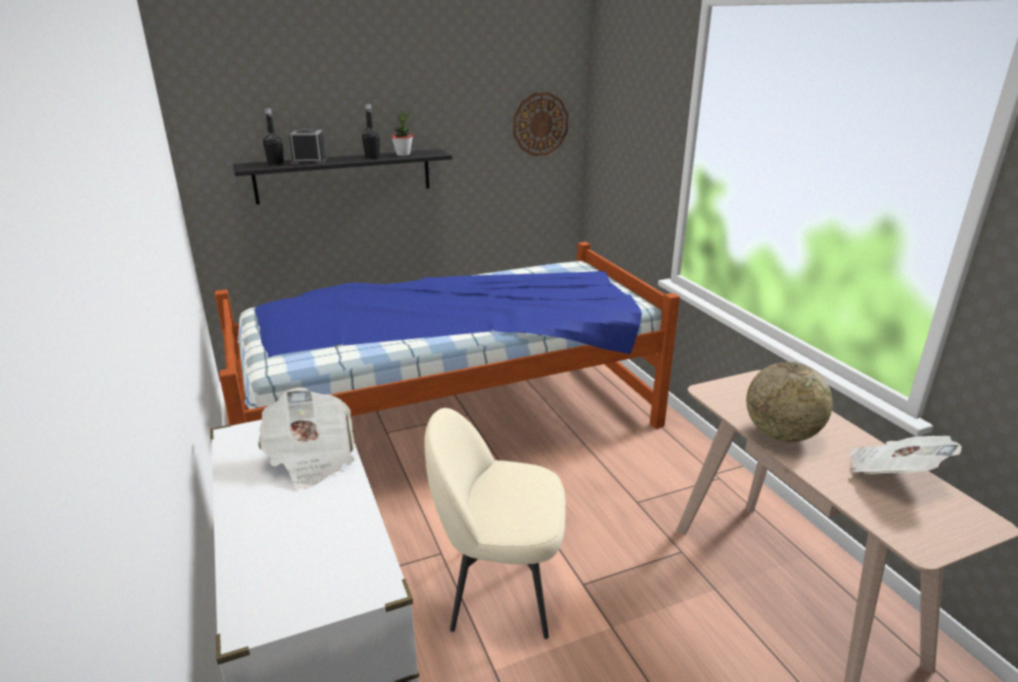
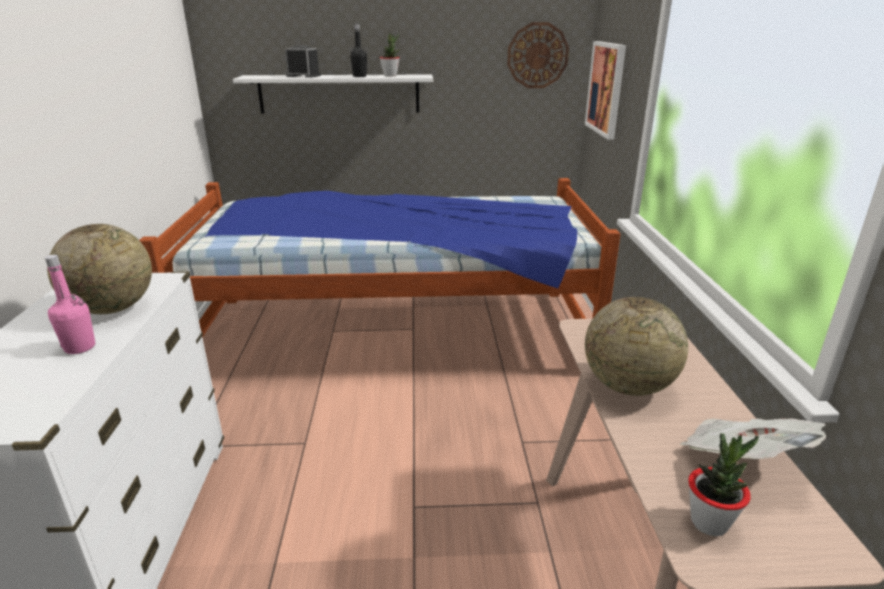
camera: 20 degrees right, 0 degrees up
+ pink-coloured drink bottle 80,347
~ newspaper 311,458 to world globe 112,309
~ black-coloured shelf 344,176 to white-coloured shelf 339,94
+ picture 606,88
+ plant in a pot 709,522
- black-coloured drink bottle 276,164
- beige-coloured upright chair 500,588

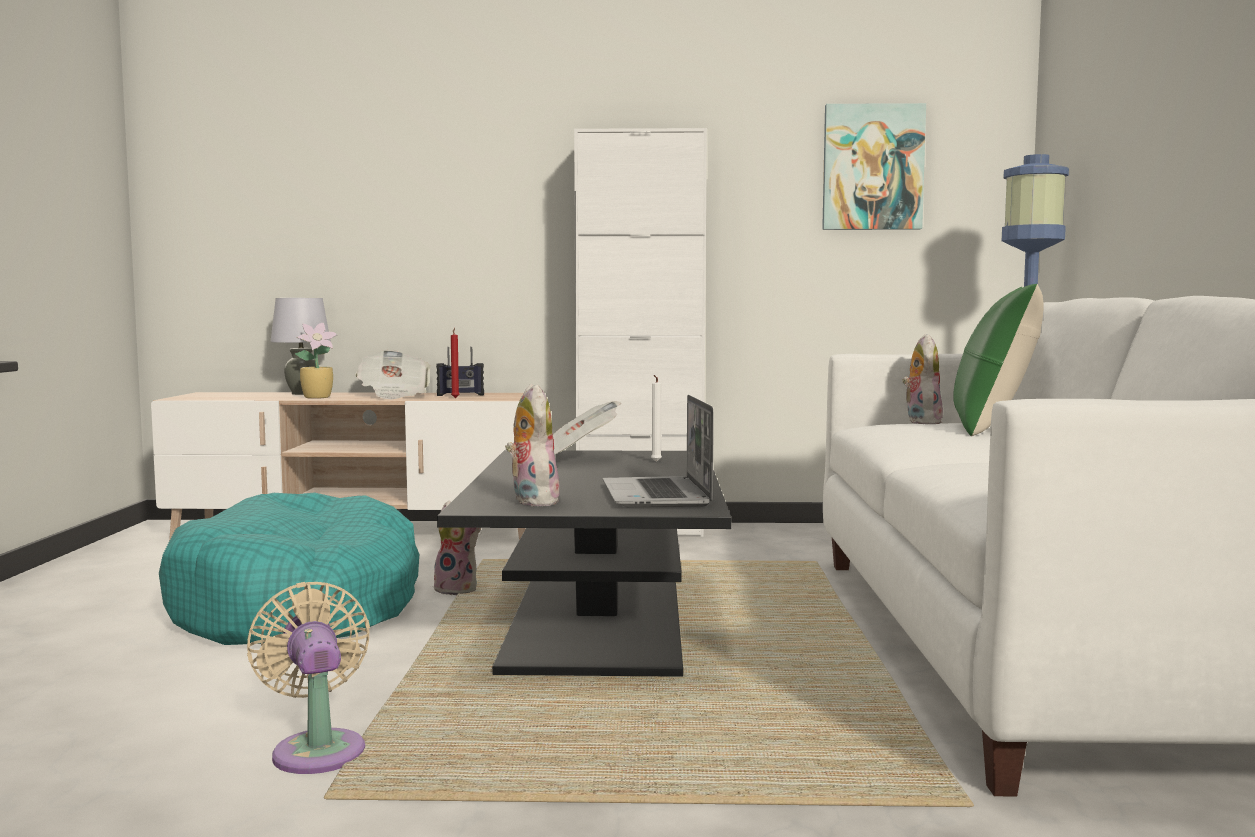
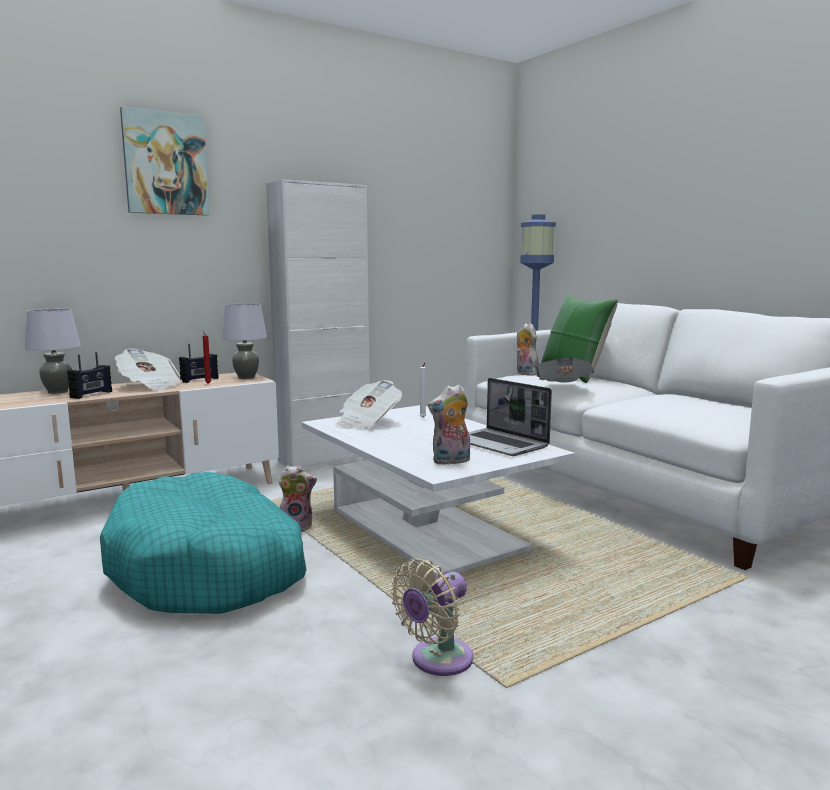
camera: 35 degrees left, 5 degrees up
~ plant in a pot 319,397 to radio 92,395
~ picture 872,167 to 165,164
+ greyish tabletop lamp 246,377
~ black-coloured lounge table 596,624 to white-coloured lounge table 426,529
~ beige-coloured fan 317,749 = 437,660 75 degrees counterclockwise
~ plush toy 531,501 = 451,461 60 degrees counterclockwise
+ newspaper 562,387

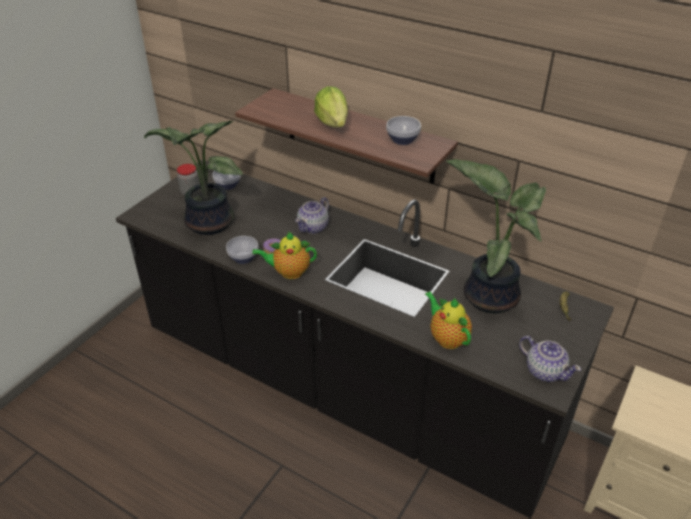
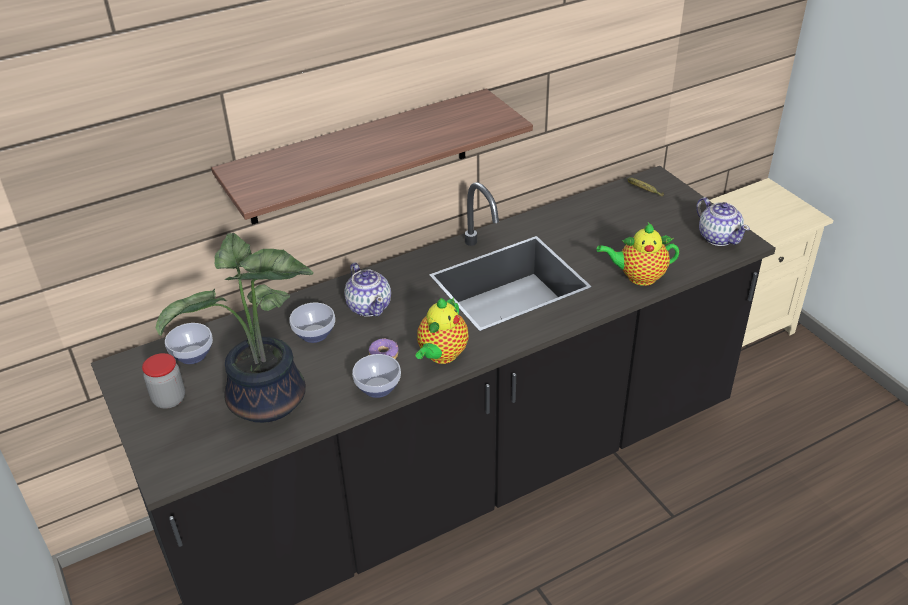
camera: 60 degrees left, 0 degrees up
~ bowl 403,140 to 315,333
~ teapot 544,371 = 718,237 75 degrees clockwise
- lettuce head 333,123
- plant in a pot 489,295

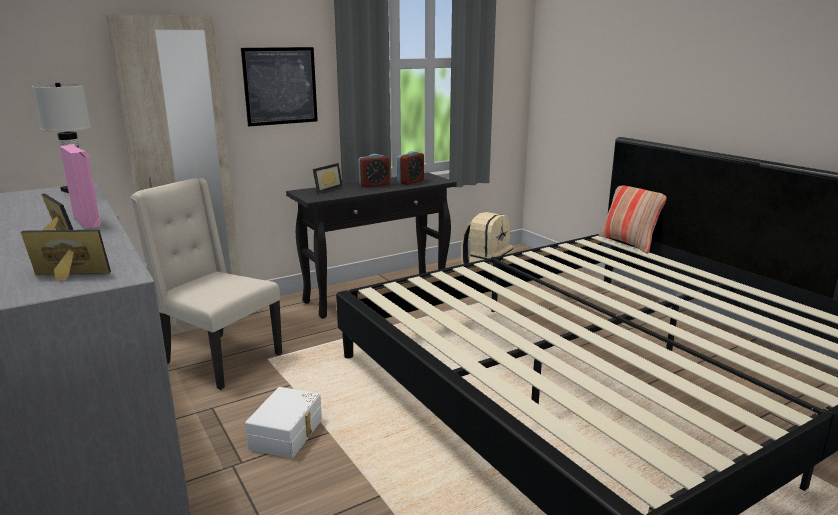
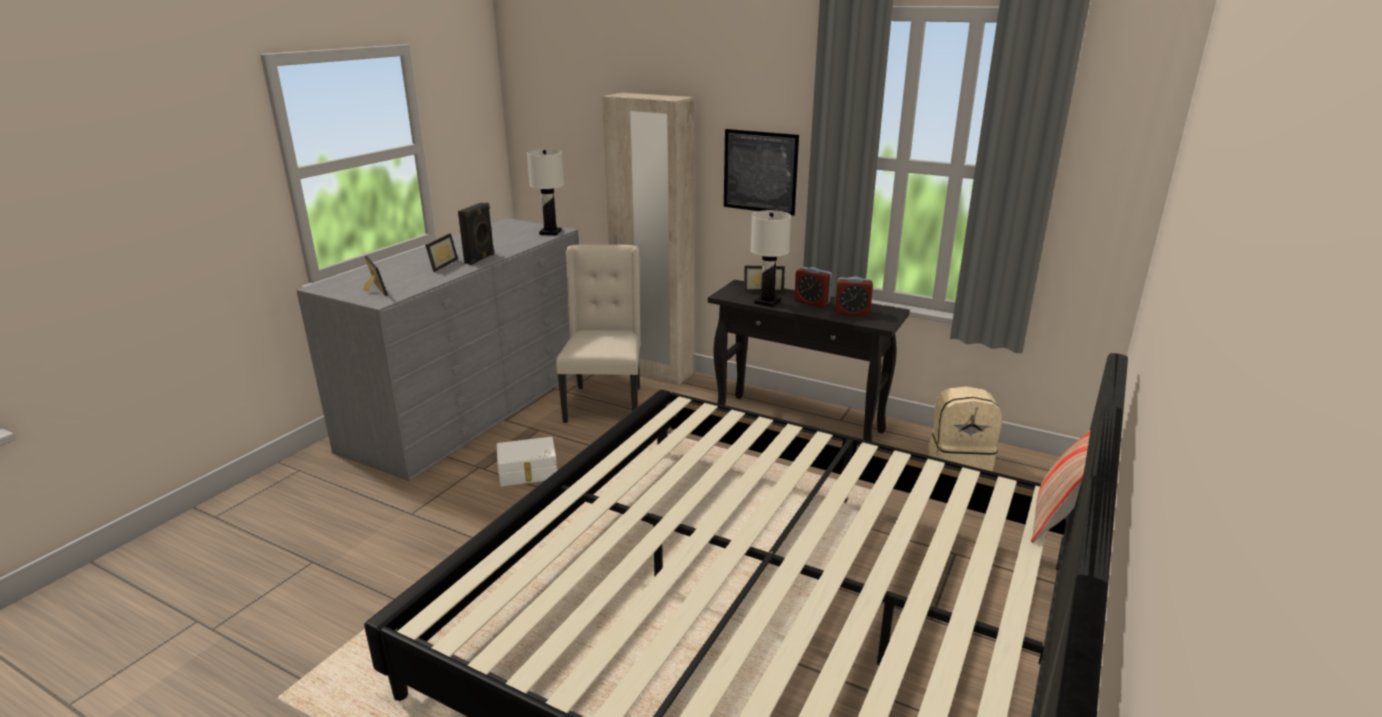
camera: 60 degrees right, 5 degrees up
~ pink-coloured audio speaker 88,221 to black-coloured audio speaker 480,259
+ white-coloured tabletop lamp 767,302

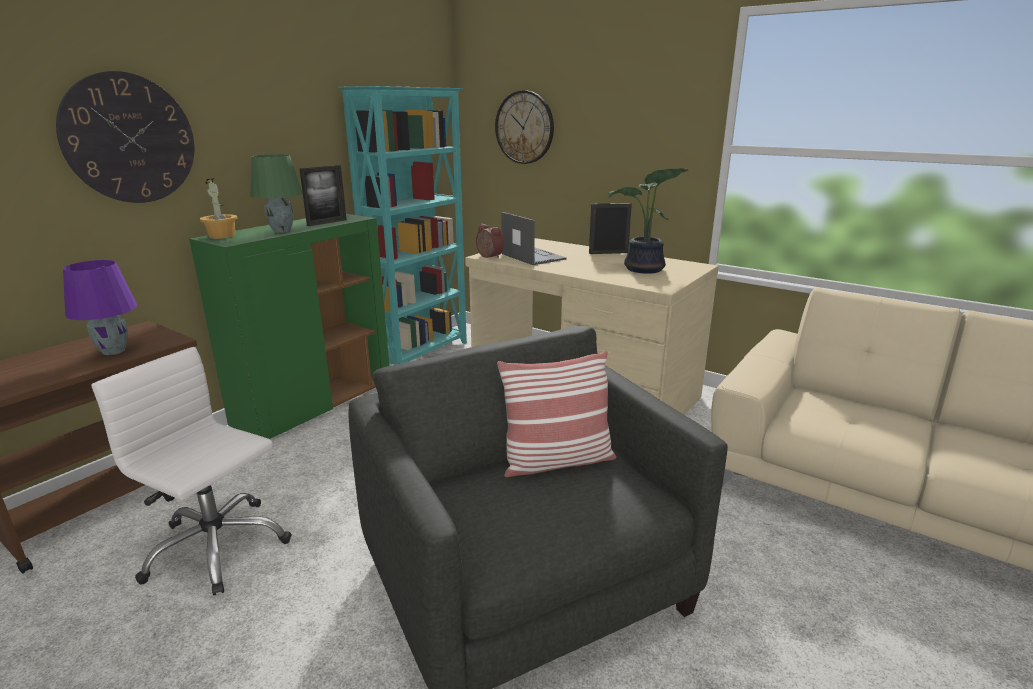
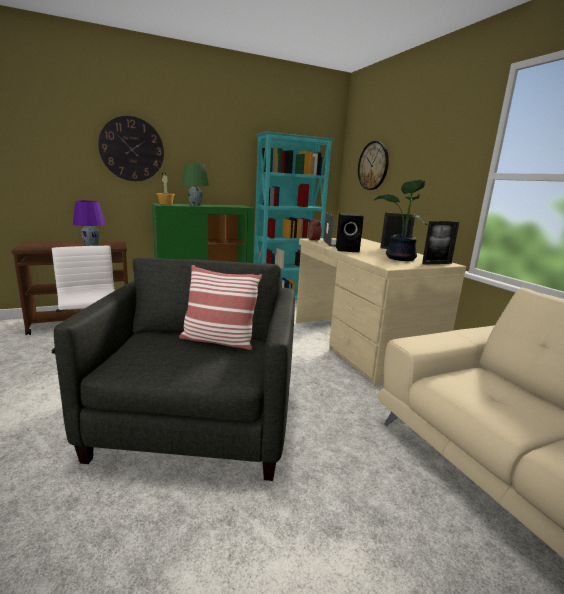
camera: 30 degrees right, 5 degrees down
+ black-coloured audio speaker 348,250
~ standing frame 327,222 to 436,263

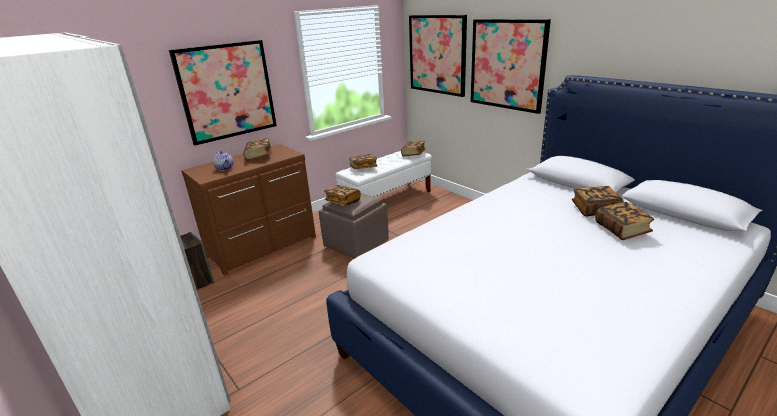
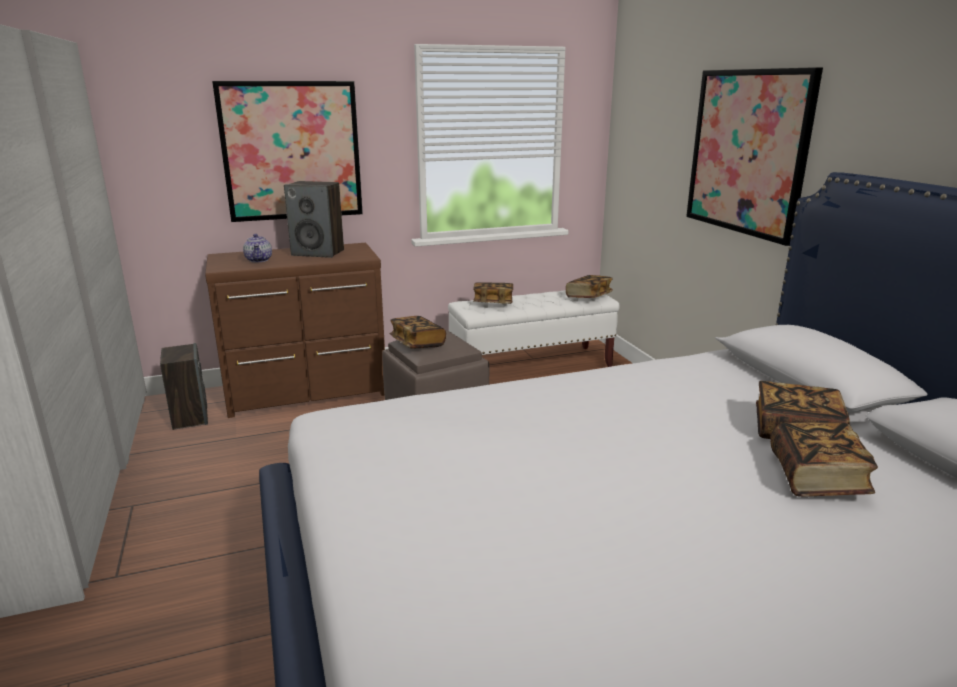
camera: 20 degrees right, 5 degrees down
~ book 259,156 to audio speaker 318,253
- picture 437,54

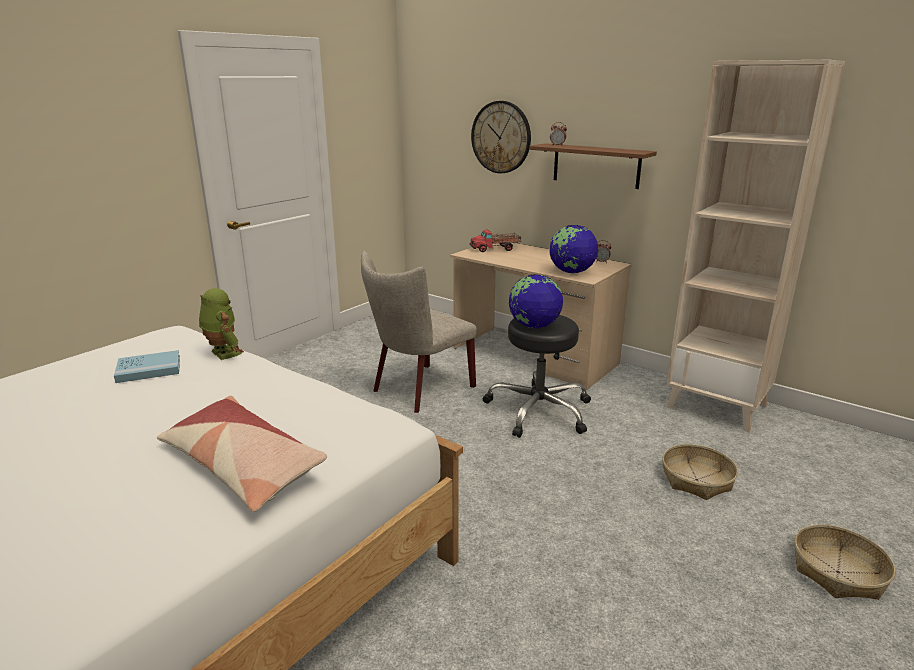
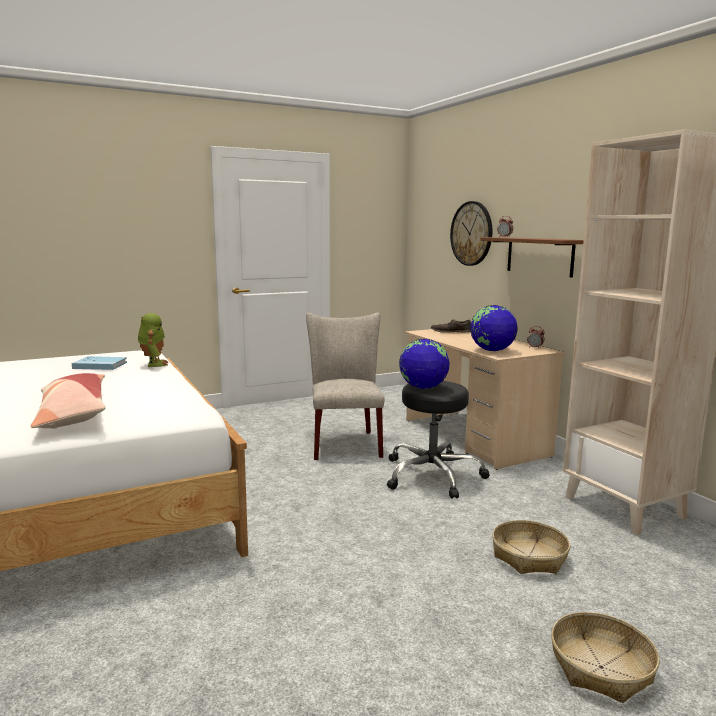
camera: 25 degrees right, 10 degrees down
~ beige-coloured upright chair 418,390 = 344,443 105 degrees clockwise
~ model truck 496,249 to brownish low shoe 450,331

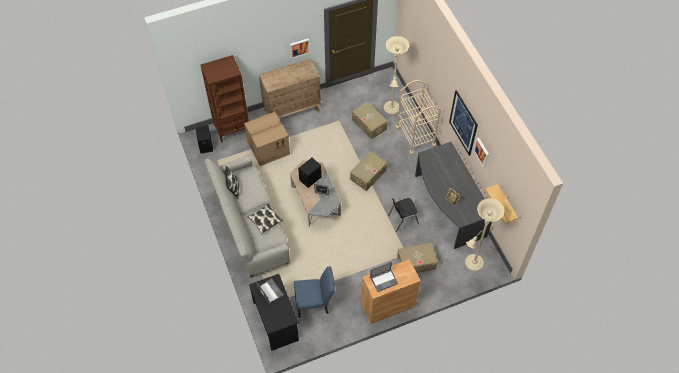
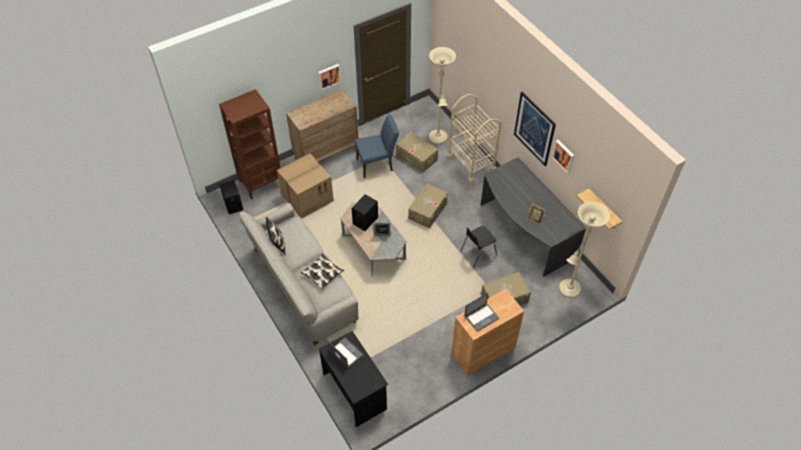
camera: 10 degrees left, 5 degrees down
~ blue upright chair 315,303 to 377,164

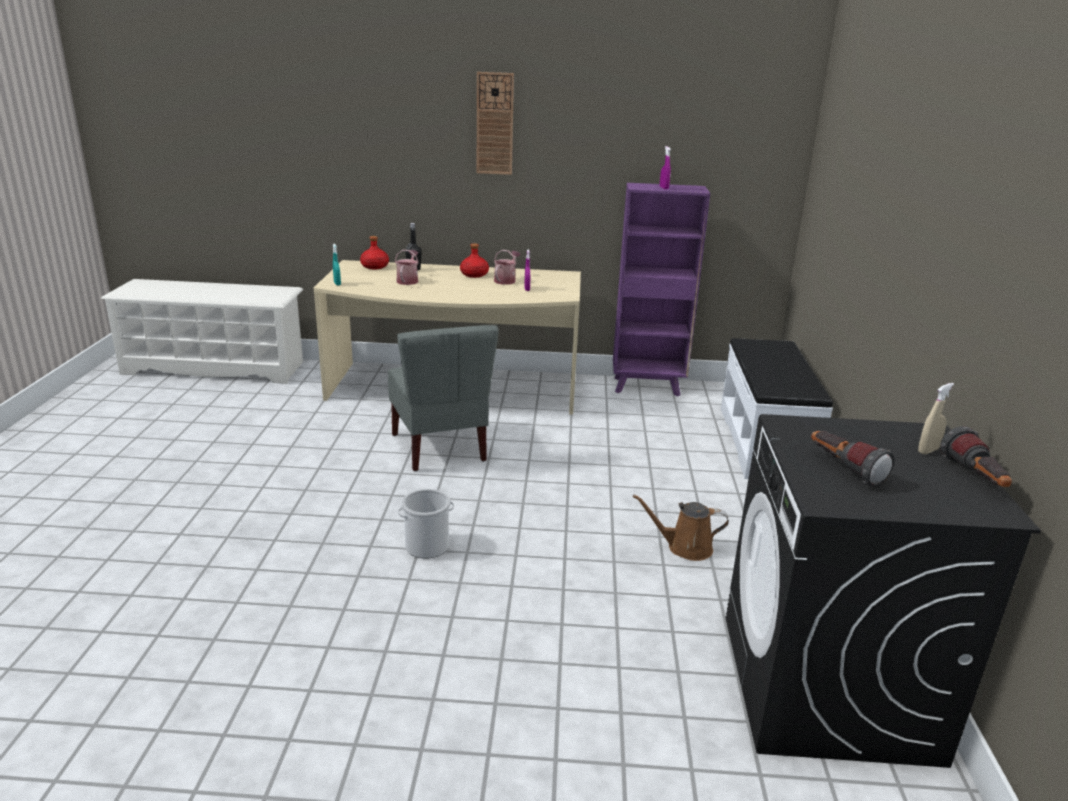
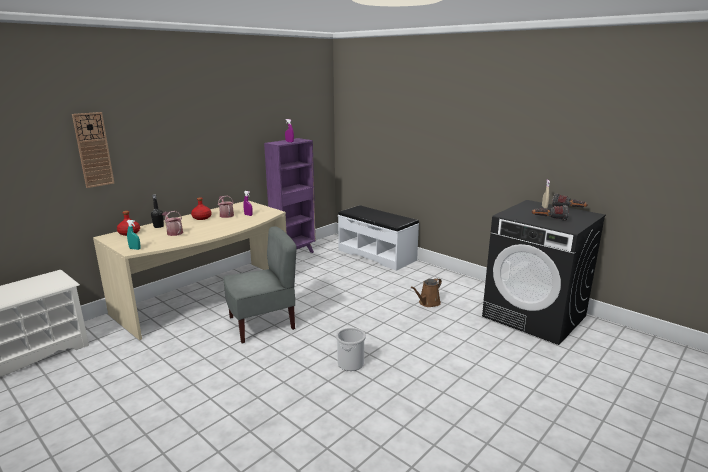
camera: 50 degrees left, 5 degrees down
~ hanging clock 494,124 to 93,150
~ greyish upright chair 440,447 = 262,324 45 degrees counterclockwise

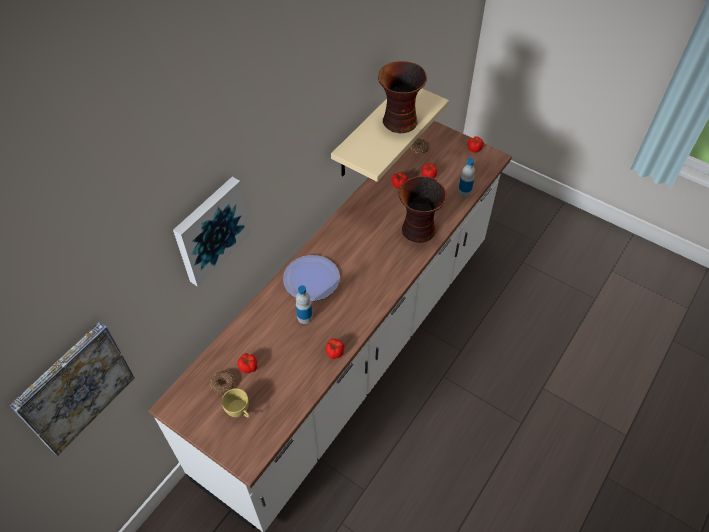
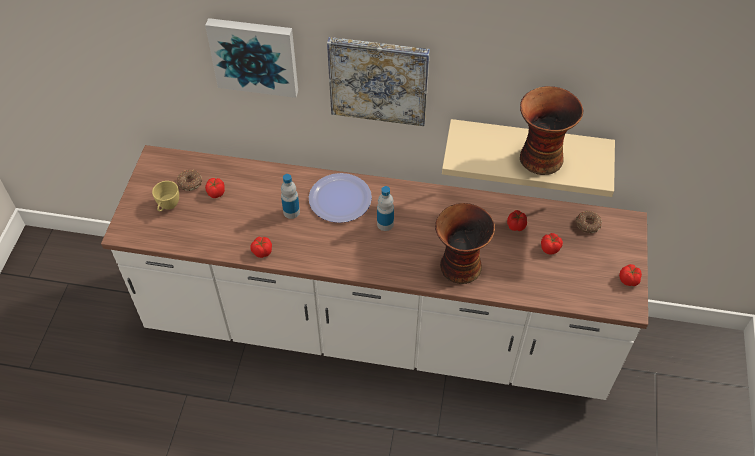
camera: 65 degrees right, 0 degrees up
~ picture 74,387 to 379,80
~ drink bottle 464,192 to 385,224

